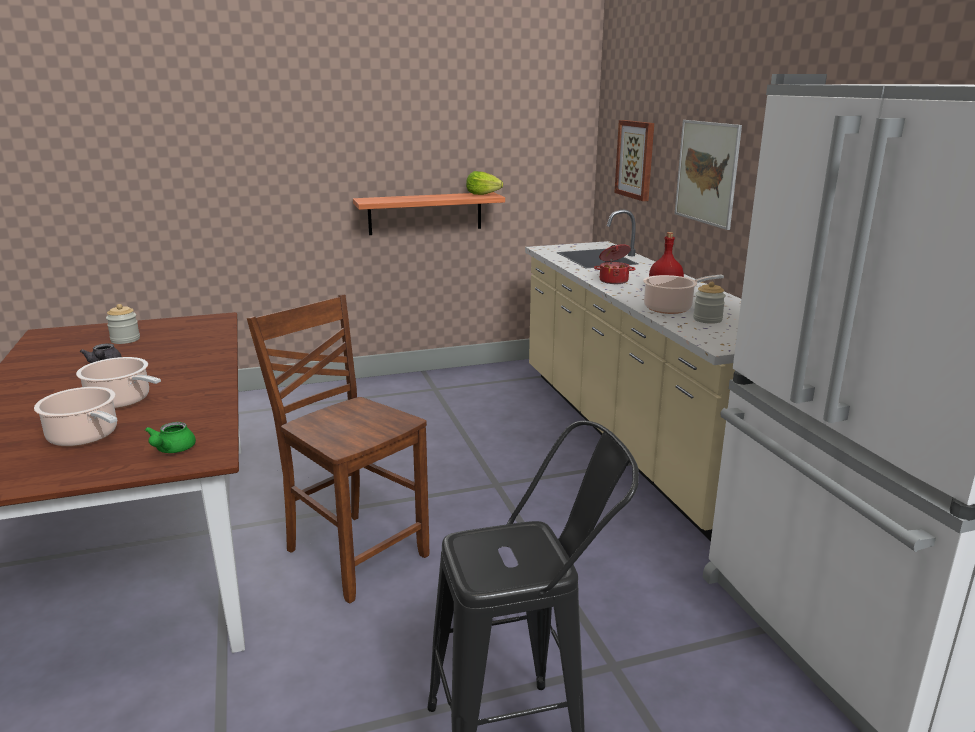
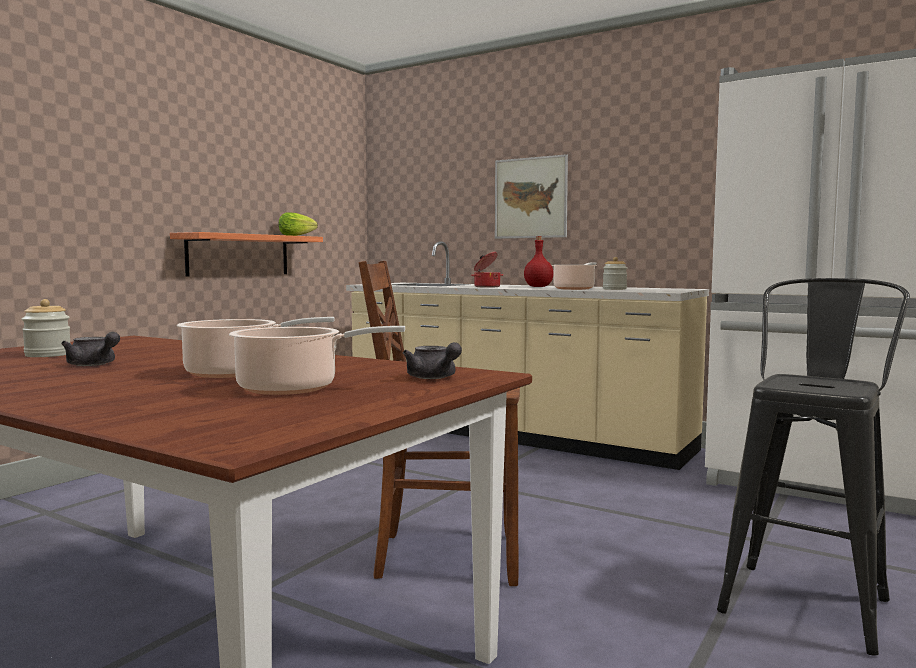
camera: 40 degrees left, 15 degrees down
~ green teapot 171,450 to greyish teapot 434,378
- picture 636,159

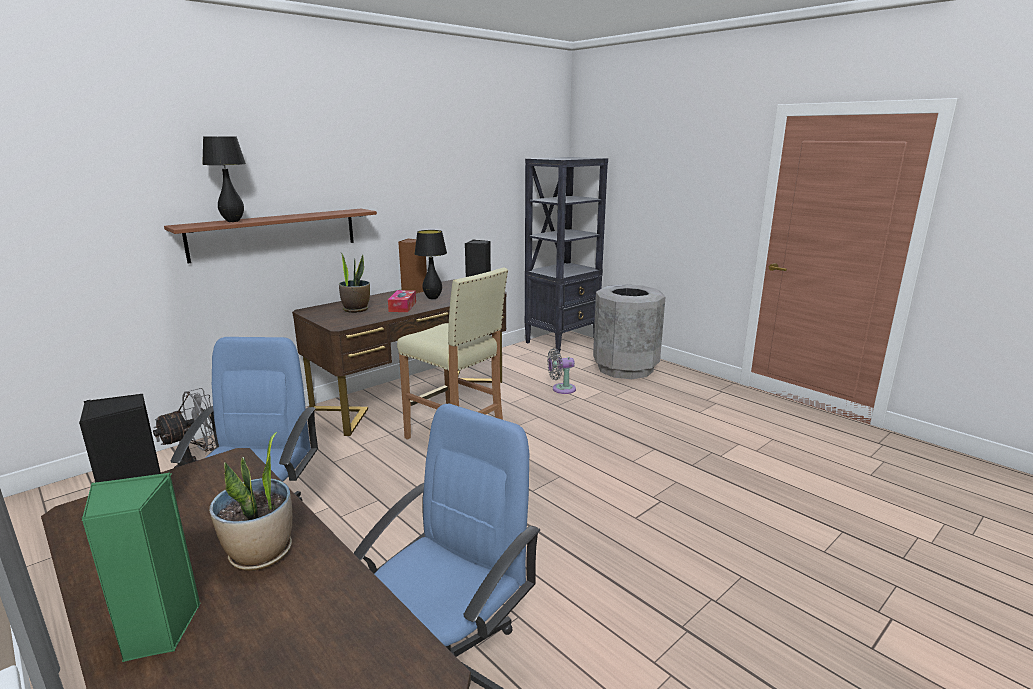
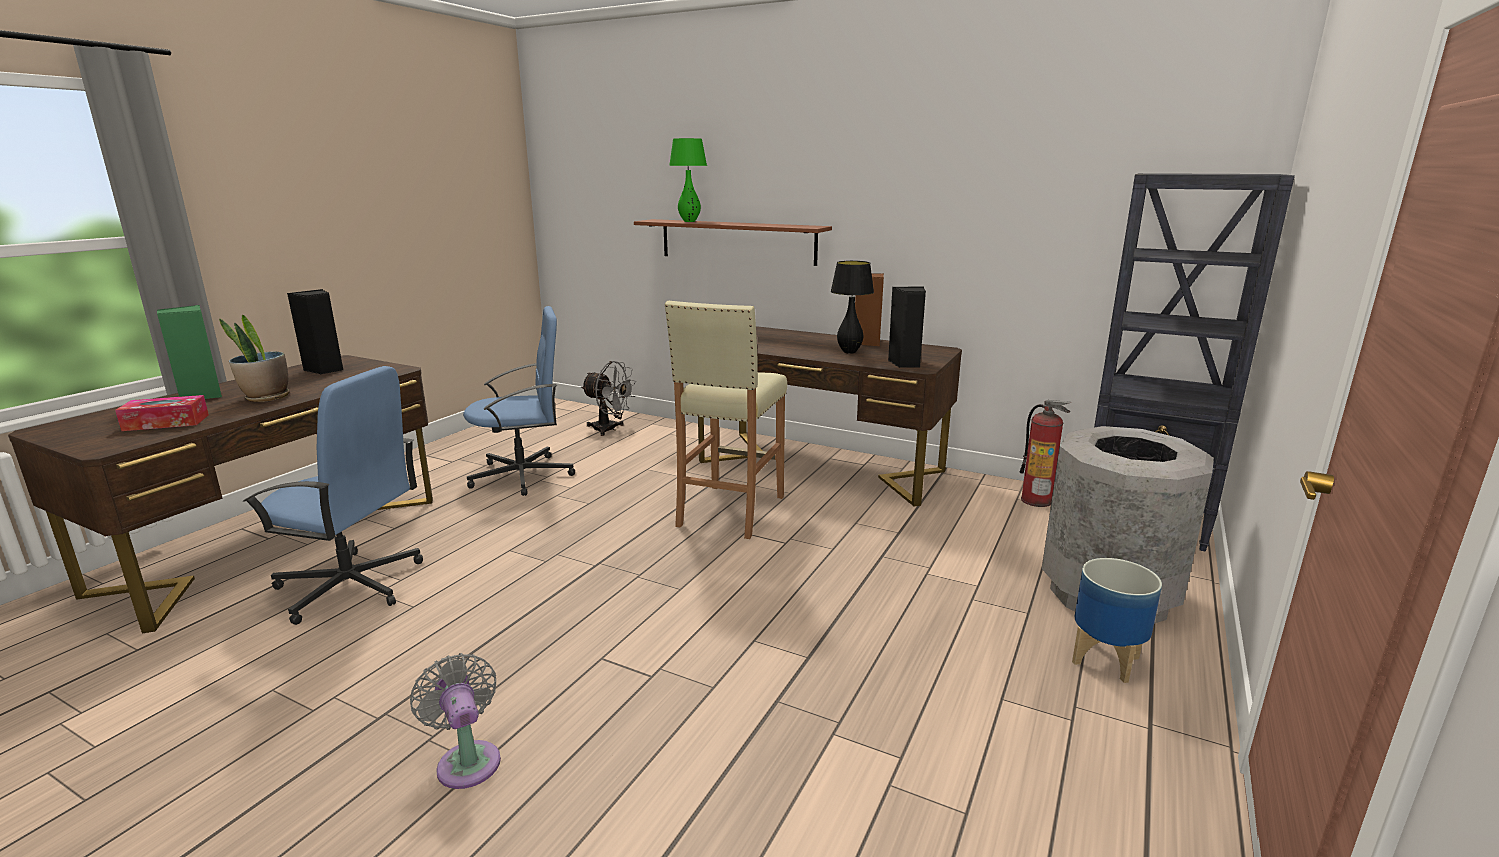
camera: 70 degrees right, 0 degrees up
~ box of tissues 402,307 to 166,423
~ greyish fan 561,389 to 467,760
~ black-coloured tabletop lamp 233,221 to green tabletop lamp 689,221
+ extinguisher 1036,500
+ flower pot 1106,661
- plant in a pot 356,309

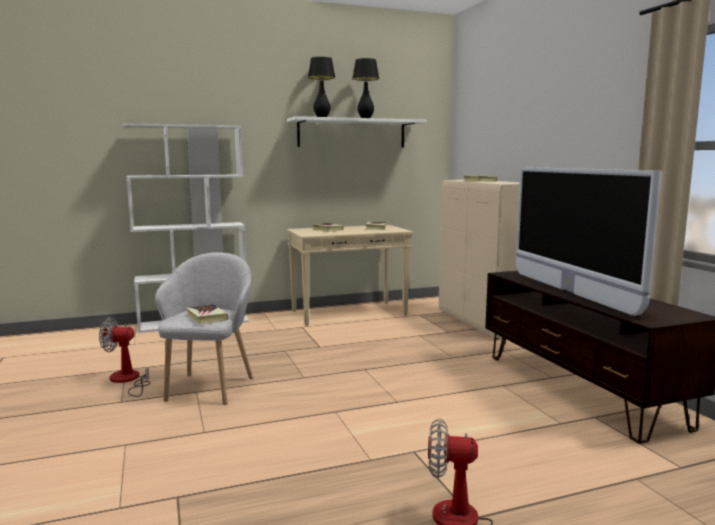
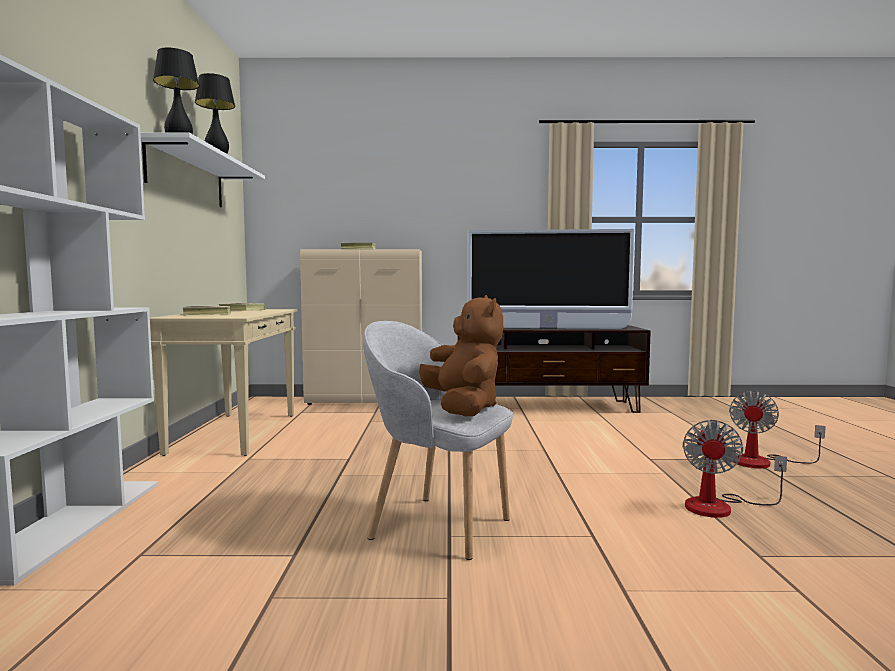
camera: 70 degrees left, 5 degrees down
~ book 206,317 to brownish plush toy 463,408
~ fan 128,380 to 720,506

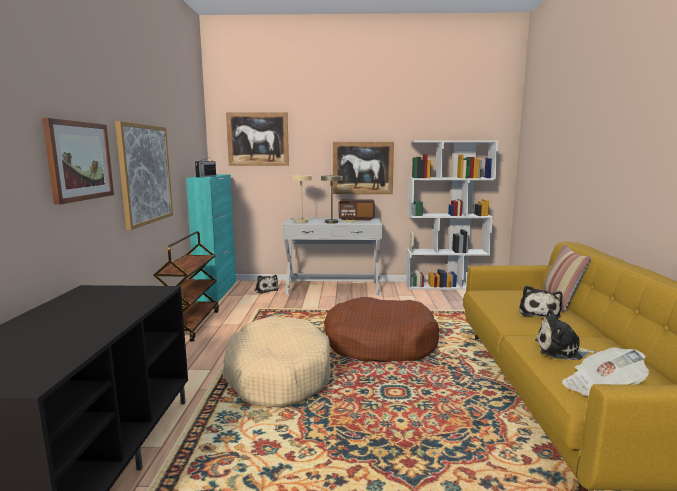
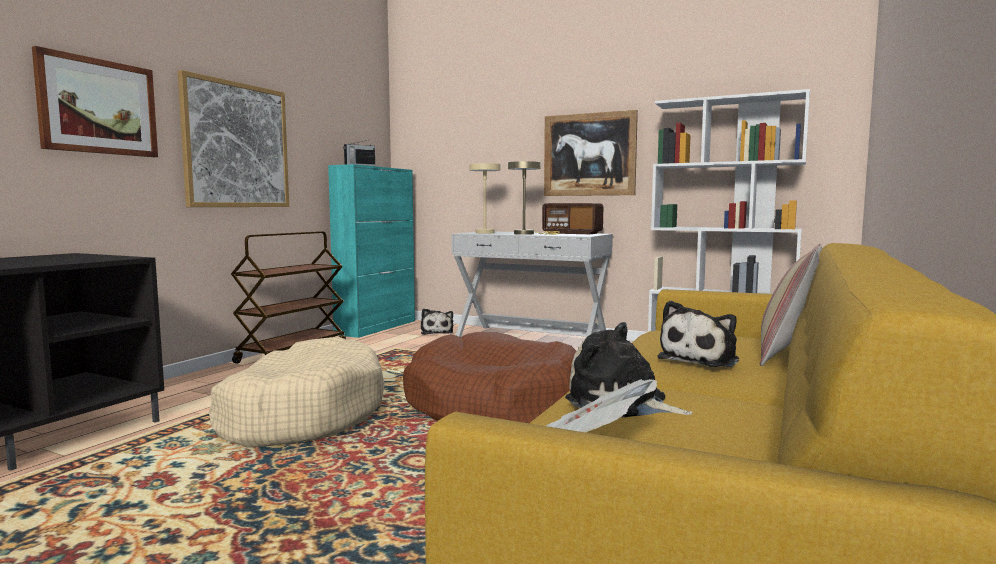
camera: 25 degrees right, 5 degrees down
- picture 258,139

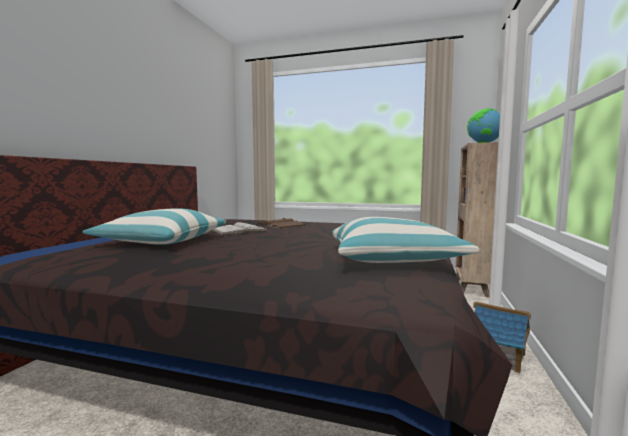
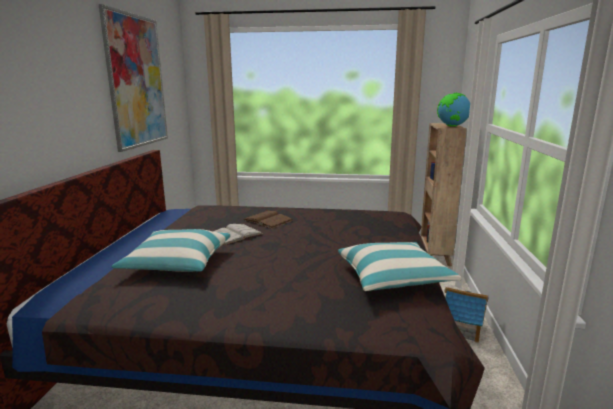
camera: 10 degrees left, 10 degrees up
+ picture 136,81

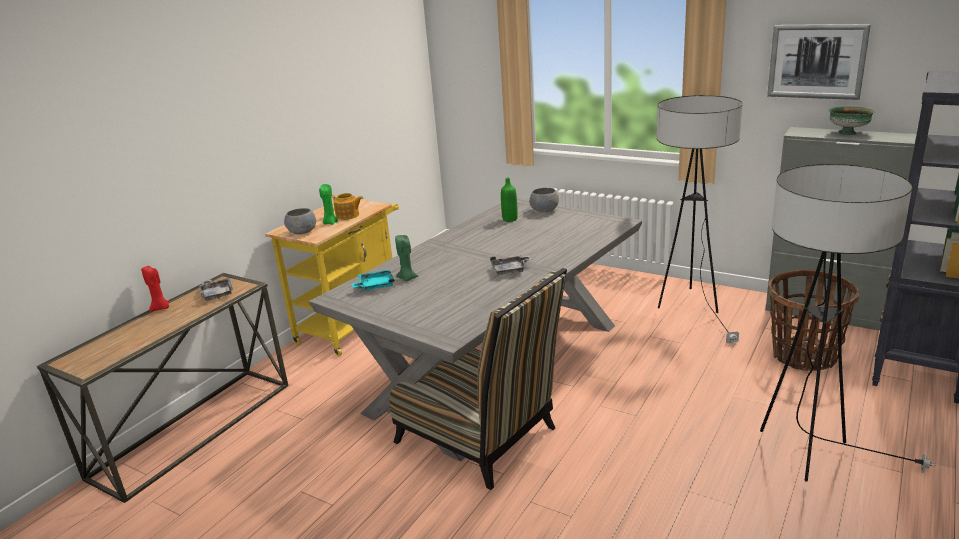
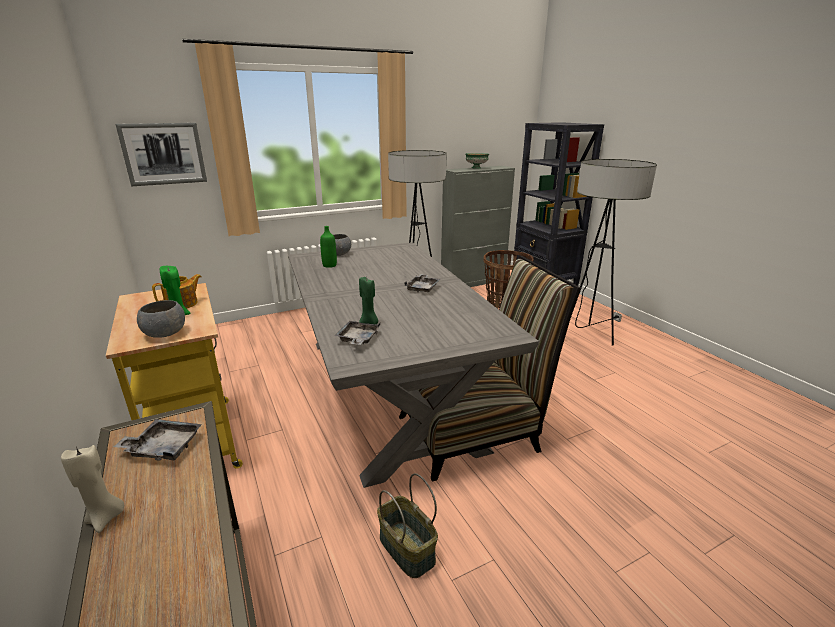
camera: 60 degrees left, 0 degrees up
~ reddish wax candle 161,308 to beige-coloured wax candle 106,518
~ picture 816,61 to 163,154
~ turquoise-coloured serving tray 375,285 to greyish serving tray 358,339
+ household basket 405,549

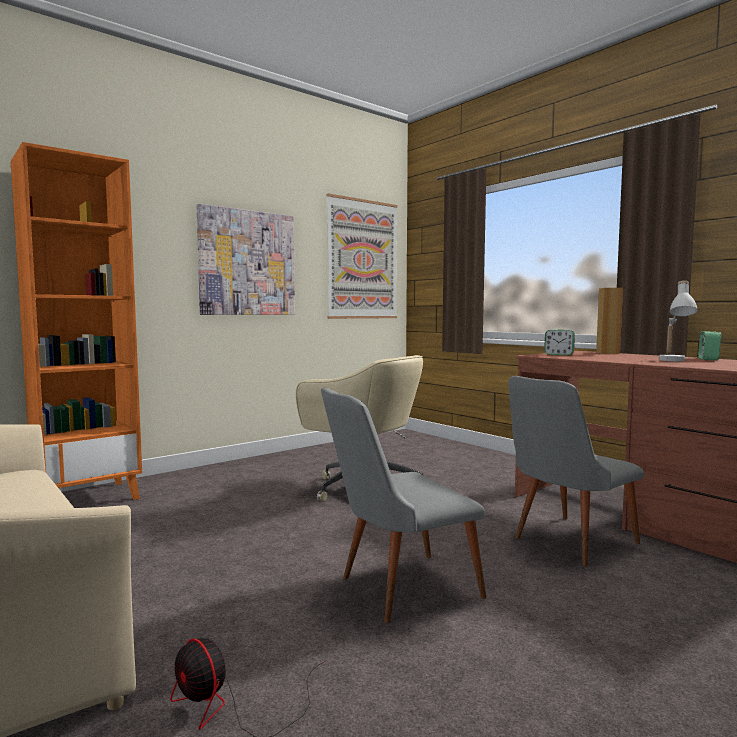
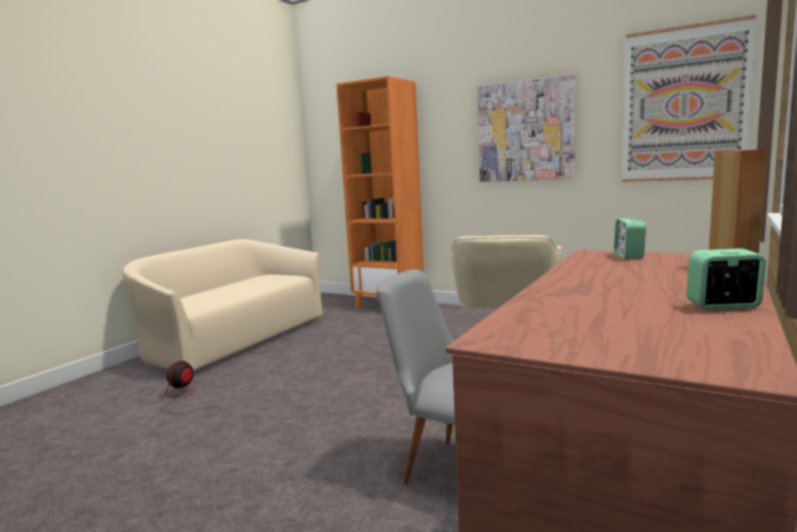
camera: 70 degrees right, 5 degrees up
- greyish upright chair 397,588
- white-coloured tabletop lamp 674,361

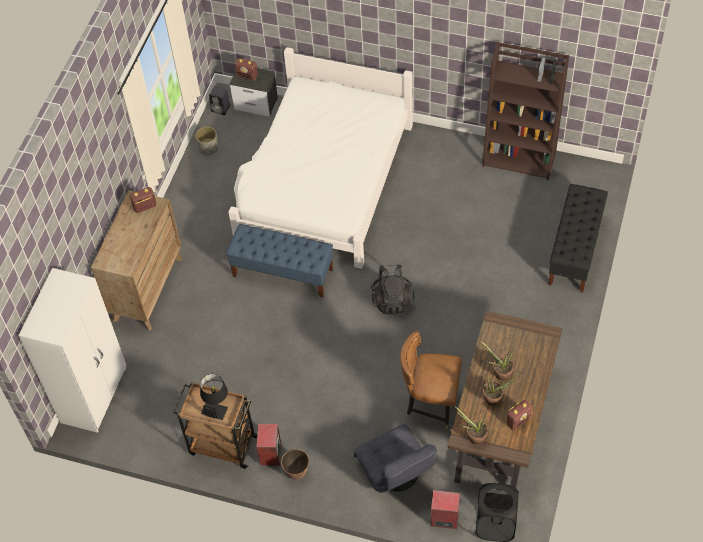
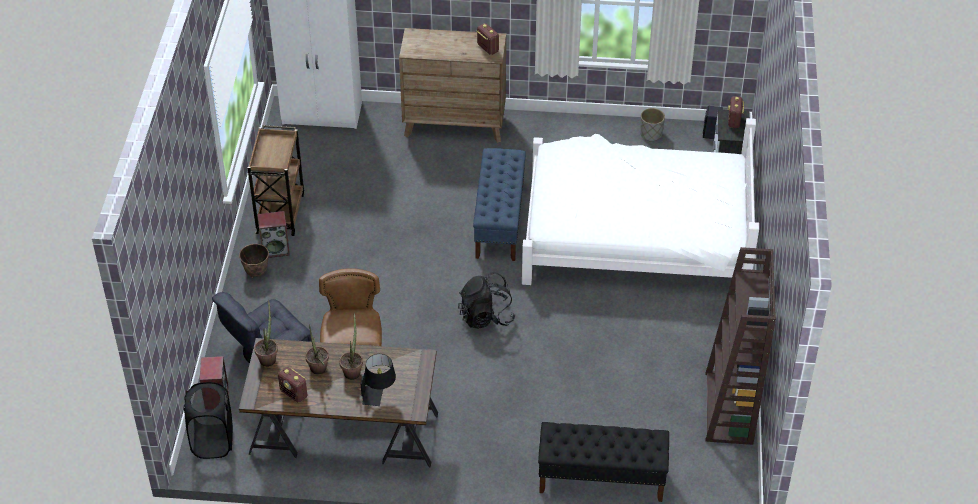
camera: 75 degrees right, 10 degrees down
~ black-coloured tabletop lamp 216,405 to 379,395

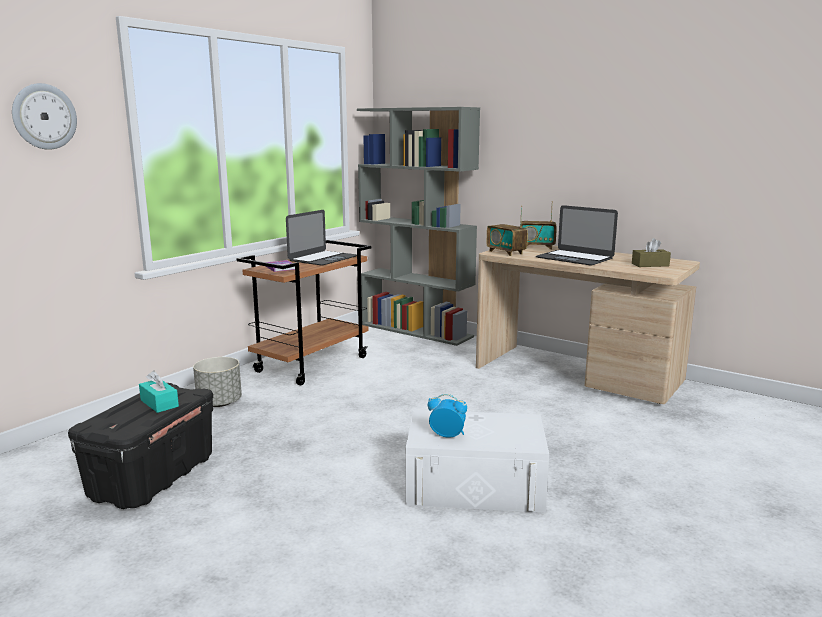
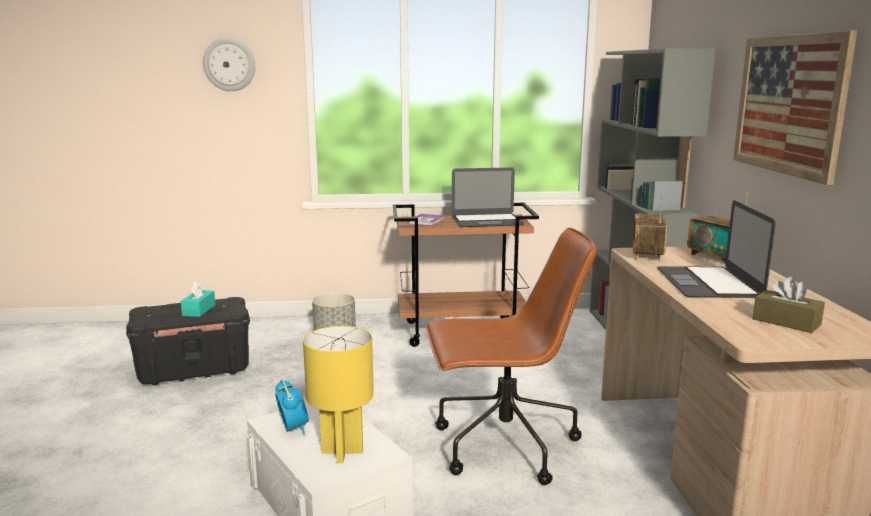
camera: 50 degrees right, 0 degrees up
+ yellow-coloured tabletop lamp 342,452
+ brownish desk chair 502,446
+ picture 789,104

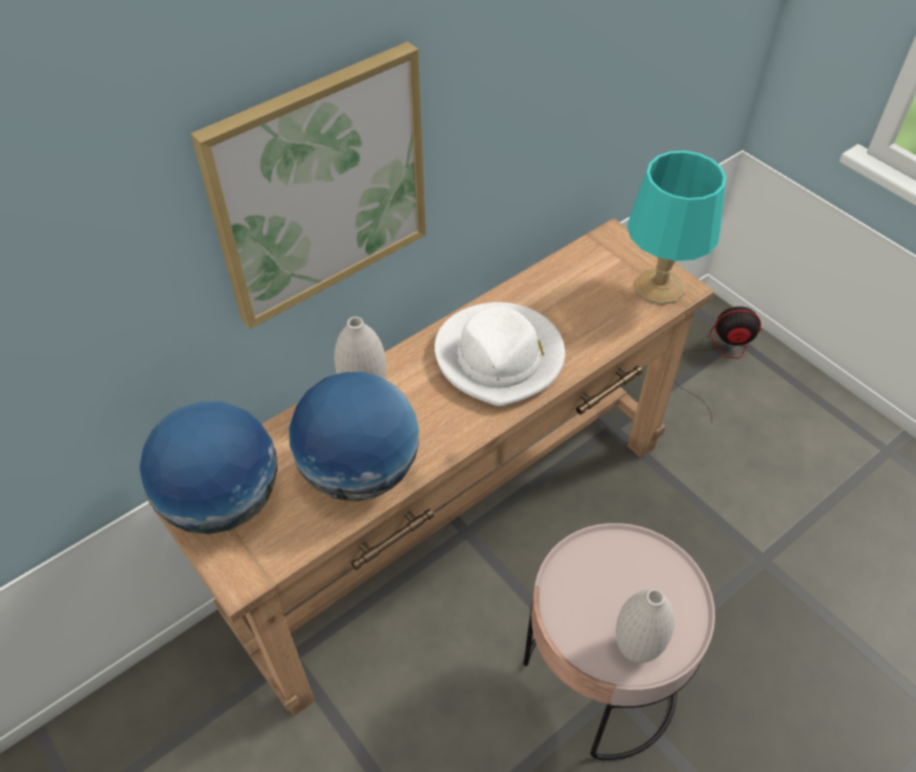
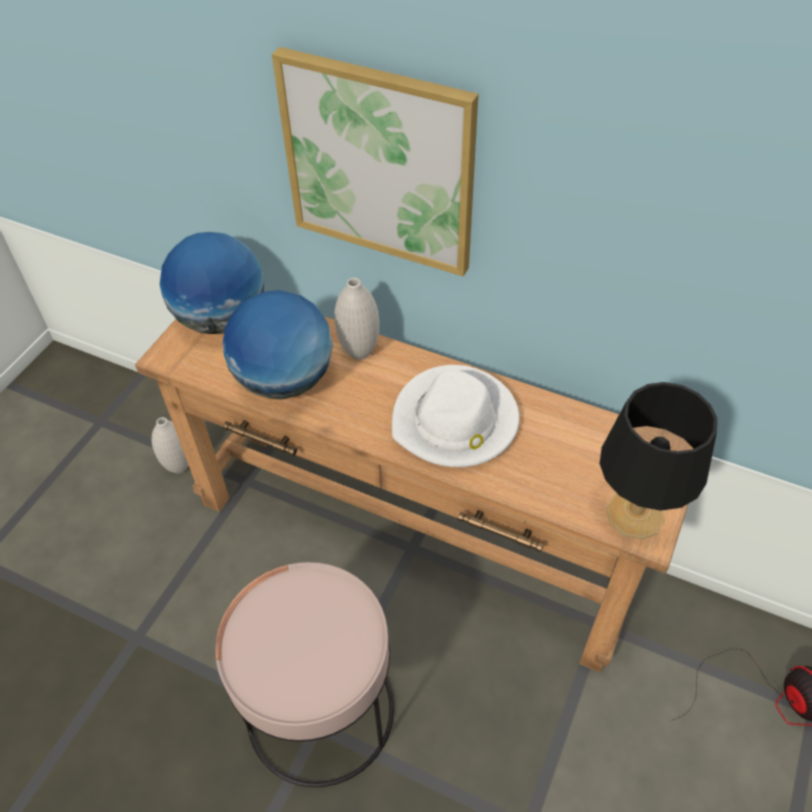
camera: 65 degrees right, 0 degrees up
~ white-coloured decorative vase 636,649 to 179,467
~ turquoise-coloured tabletop lamp 658,287 to black-coloured tabletop lamp 633,513

